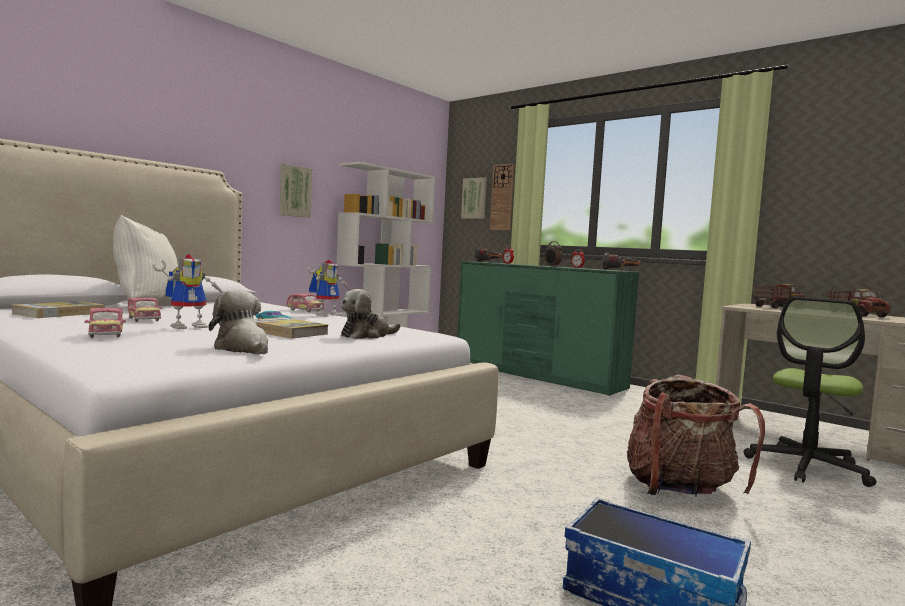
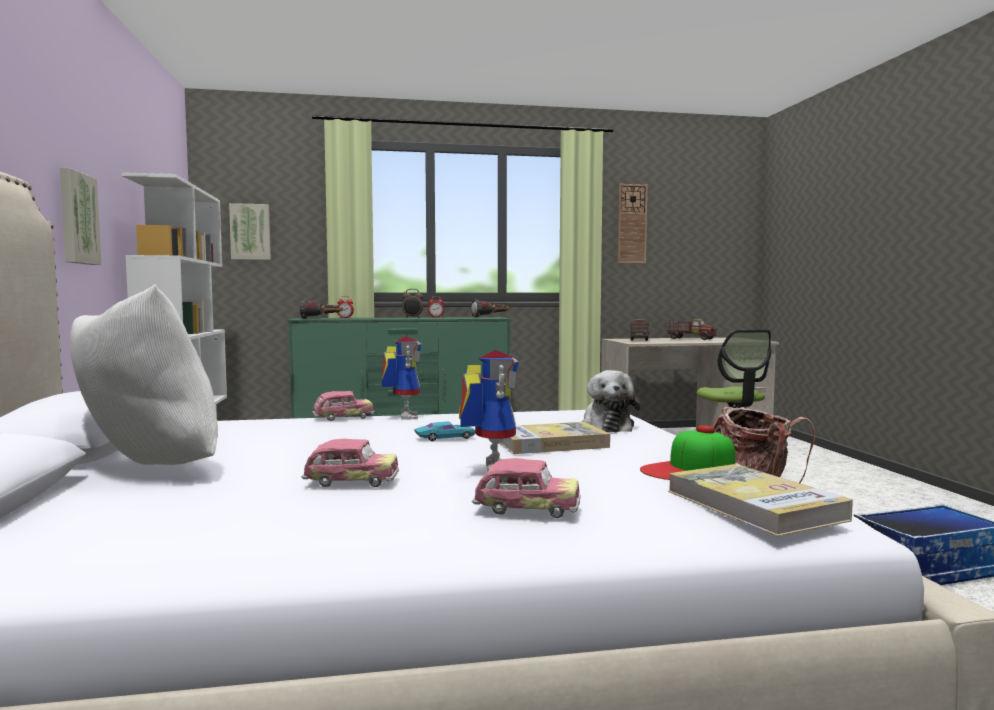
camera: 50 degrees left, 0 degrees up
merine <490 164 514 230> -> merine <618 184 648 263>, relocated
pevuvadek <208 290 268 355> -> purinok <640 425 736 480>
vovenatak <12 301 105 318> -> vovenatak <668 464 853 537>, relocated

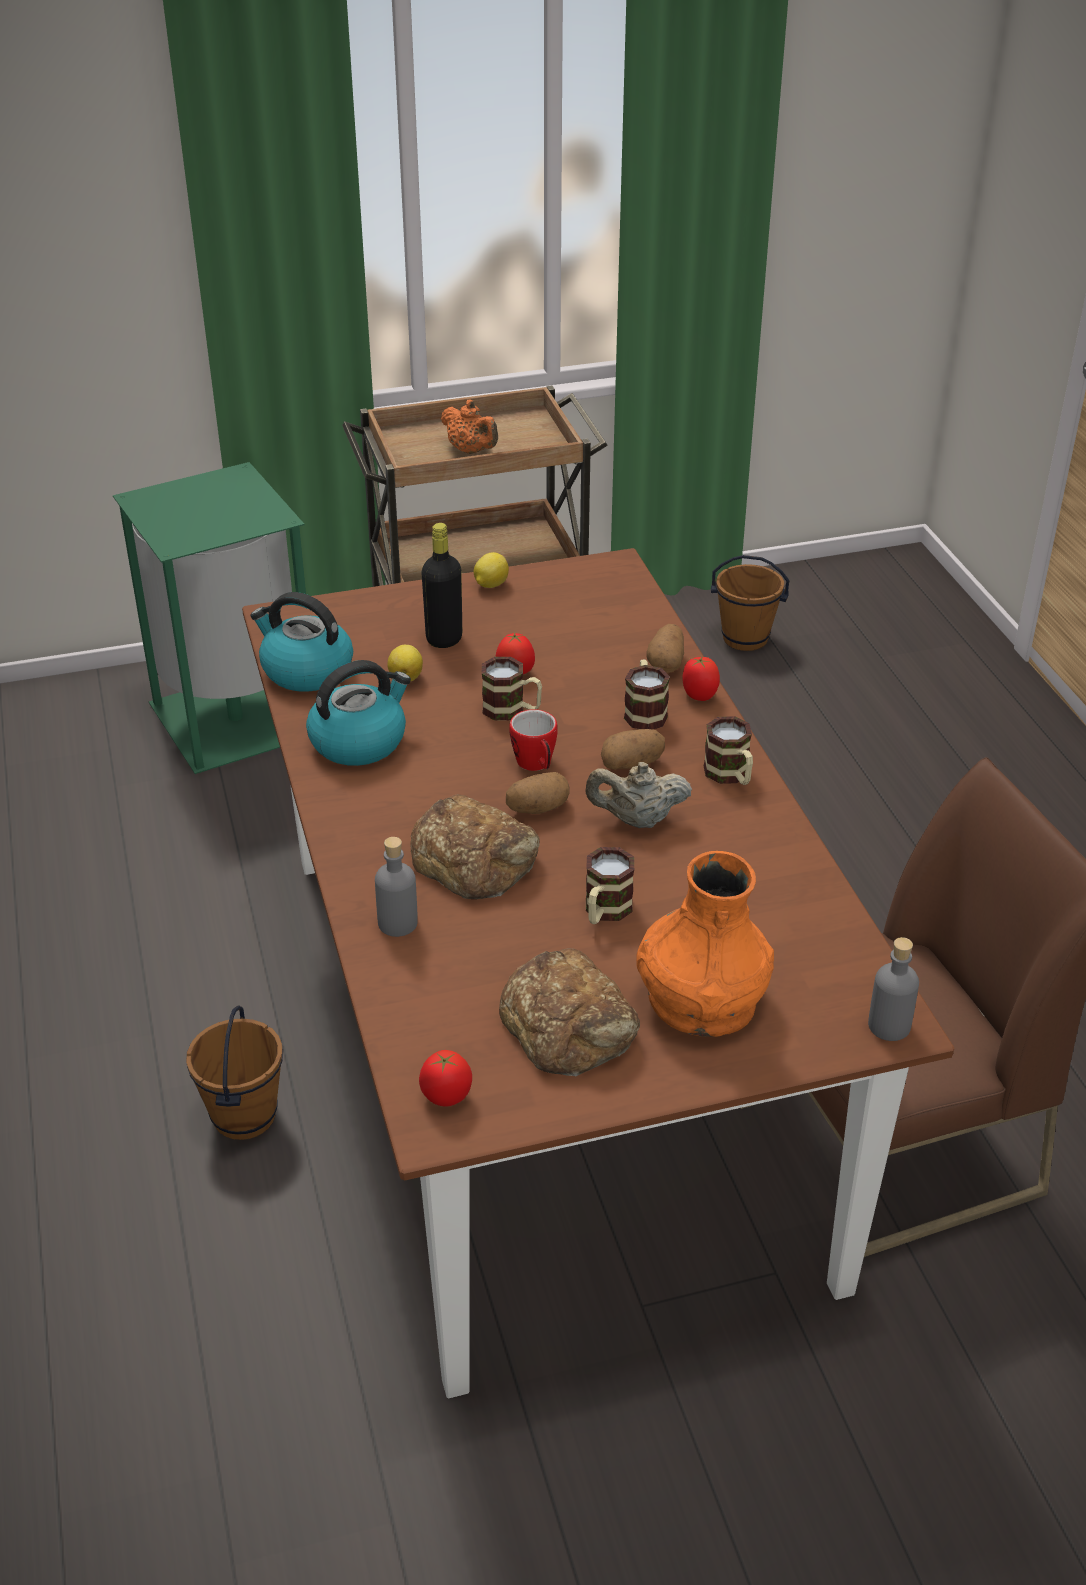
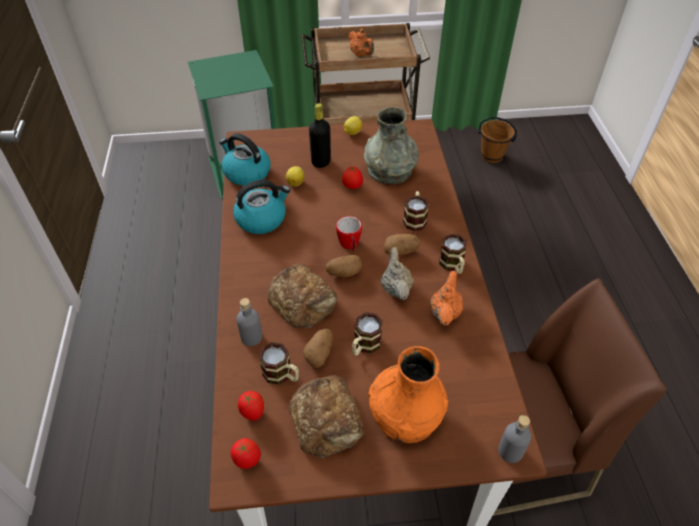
camera: 10 degrees right, 10 degrees up
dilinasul <647 624 684 673> -> dilinasul <303 329 333 368>, relocated
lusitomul <482 657 542 721> -> lusitomul <259 342 299 385>, relocated
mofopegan <682 657 720 701> -> mofopegan <238 391 264 421>, relocated
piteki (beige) <585 762 692 828> -> piteki (beige) <381 247 414 300>, 75 degrees clockwise
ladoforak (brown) <186 1005 283 1140> -> none
none -> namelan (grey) <364 107 419 184>
none -> piteki (orange) <430 271 463 325>

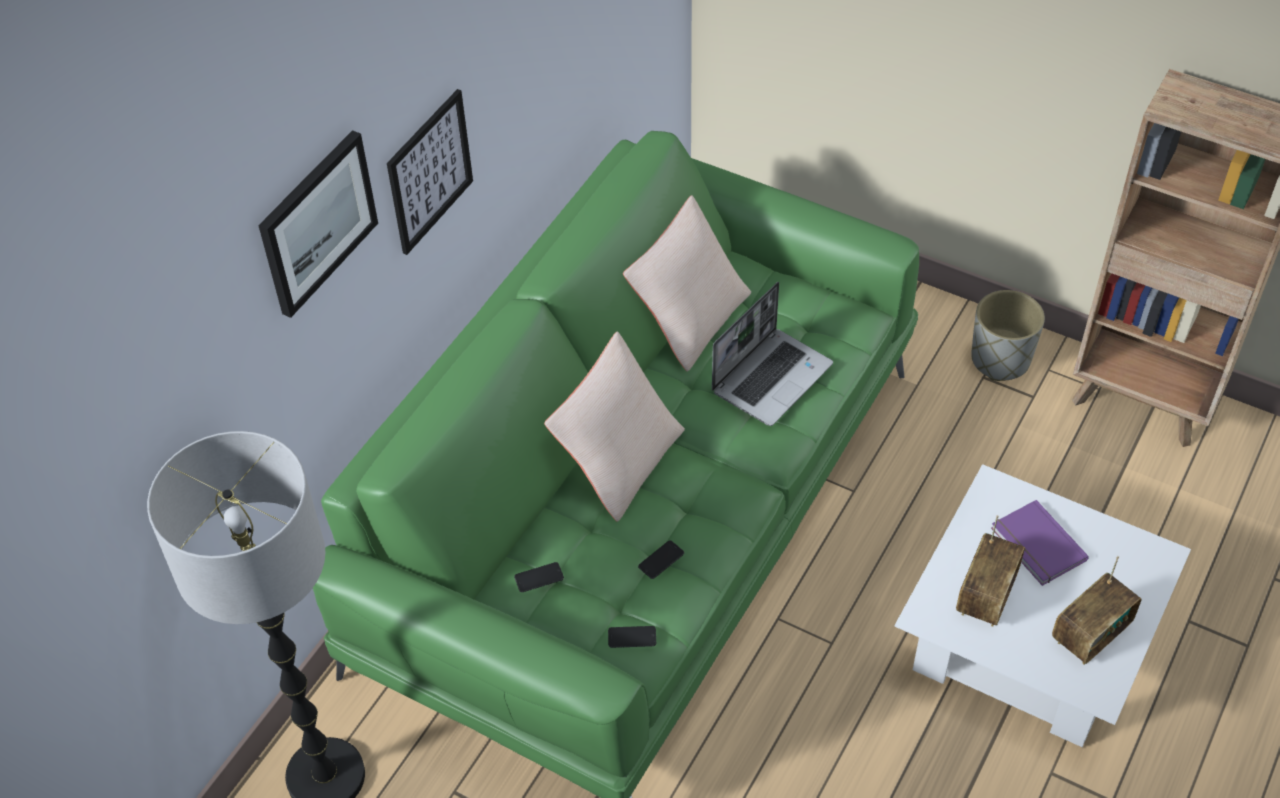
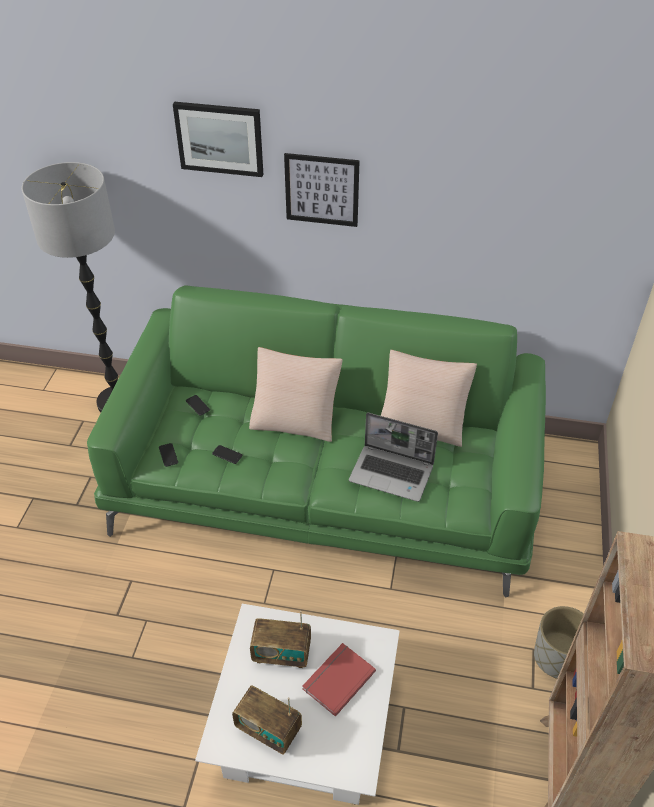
camera: 70 degrees right, 5 degrees down
vovenatak (purple) <991 500 1089 586> -> vovenatak (red) <302 643 376 717>

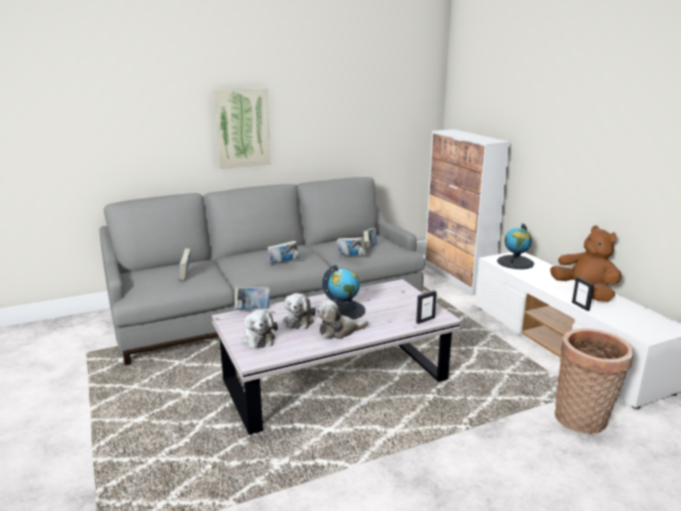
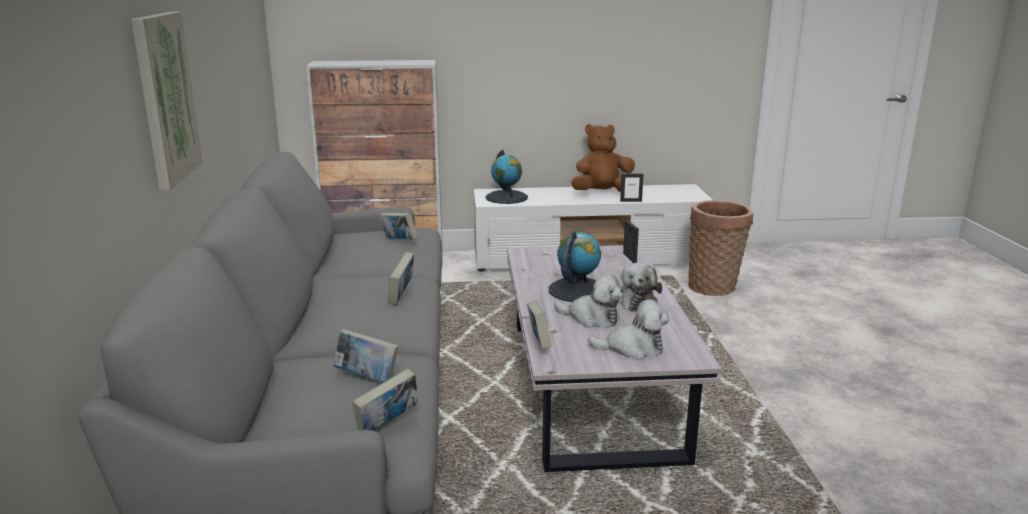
camera: 70 degrees left, 0 degrees up
vovenatak <337 237 366 256> -> vovenatak <352 369 418 431>, relocated

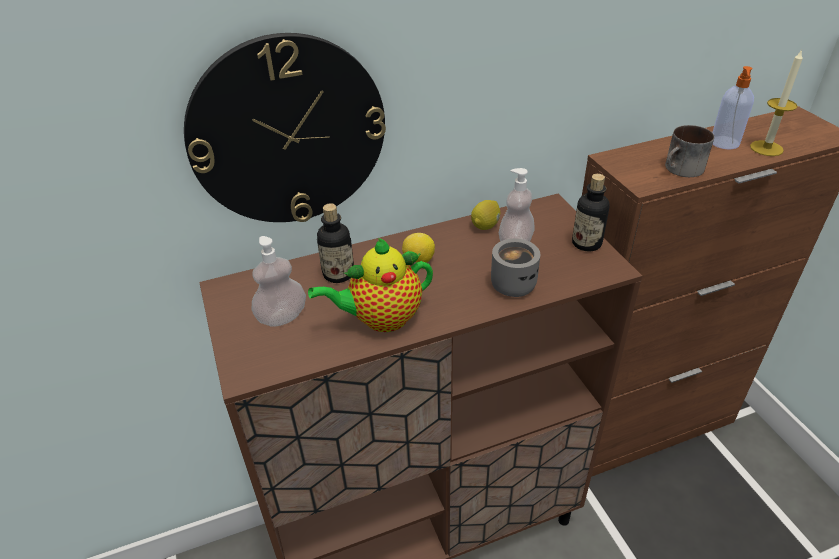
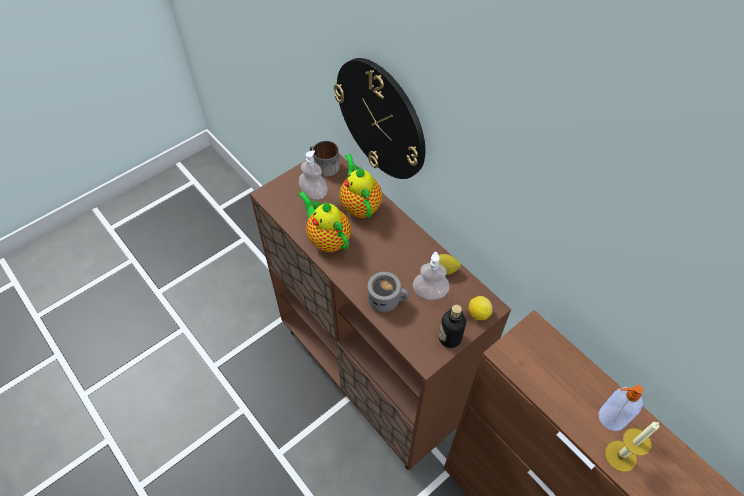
camera: 70 degrees right, 15 degrees up
lusitomul <665 125 714 177> -> lusitomul <310 141 340 177>, relocated
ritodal <317 203 354 283> -> piteki <339 154 382 218>
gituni <402 233 435 263> -> gituni <468 296 492 320>, relocated

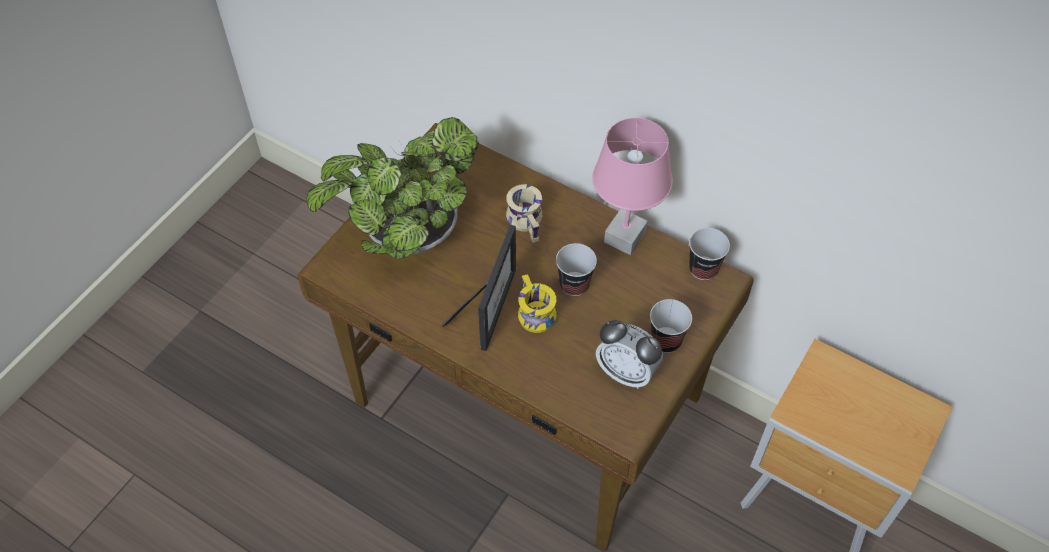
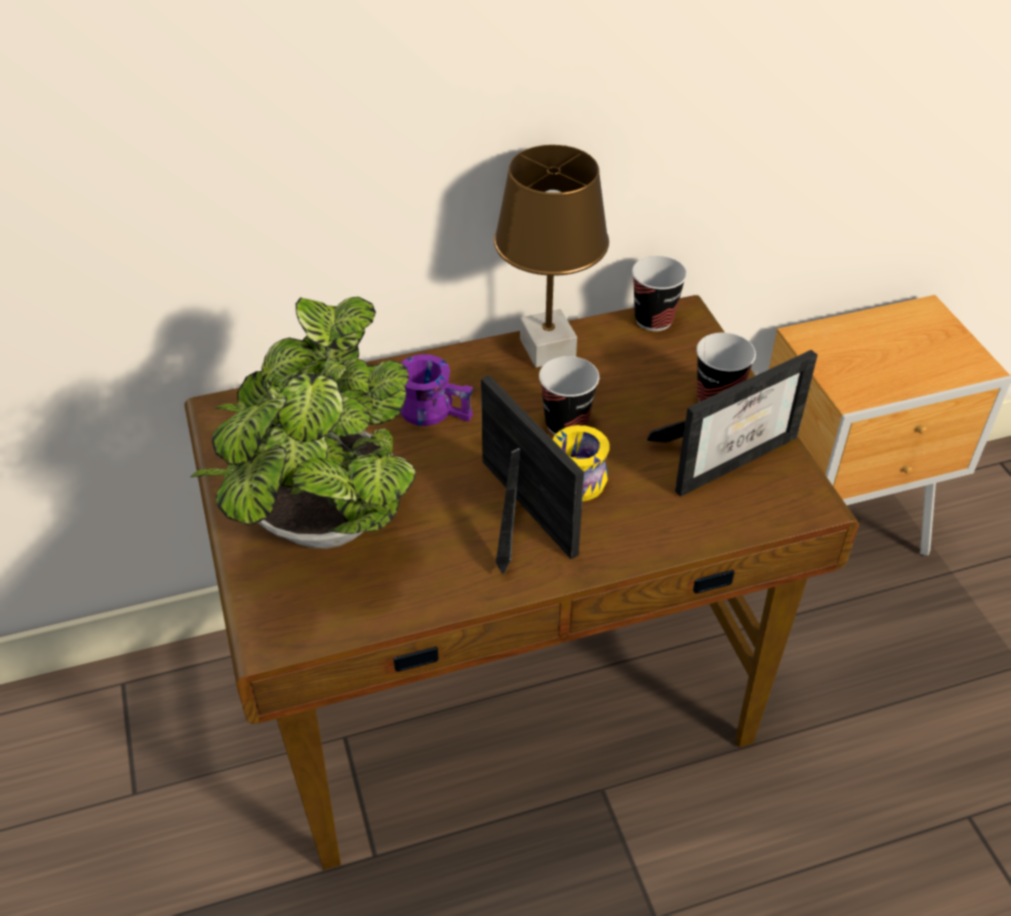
camera: 50 degrees left, 10 degrees down
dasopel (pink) <592 118 673 255> -> dasopel (brown) <494 145 609 368>
lusitomul (beige) <506 184 542 243> -> lusitomul (purple) <400 354 473 426>
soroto <596 320 663 389> -> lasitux <647 350 818 497>

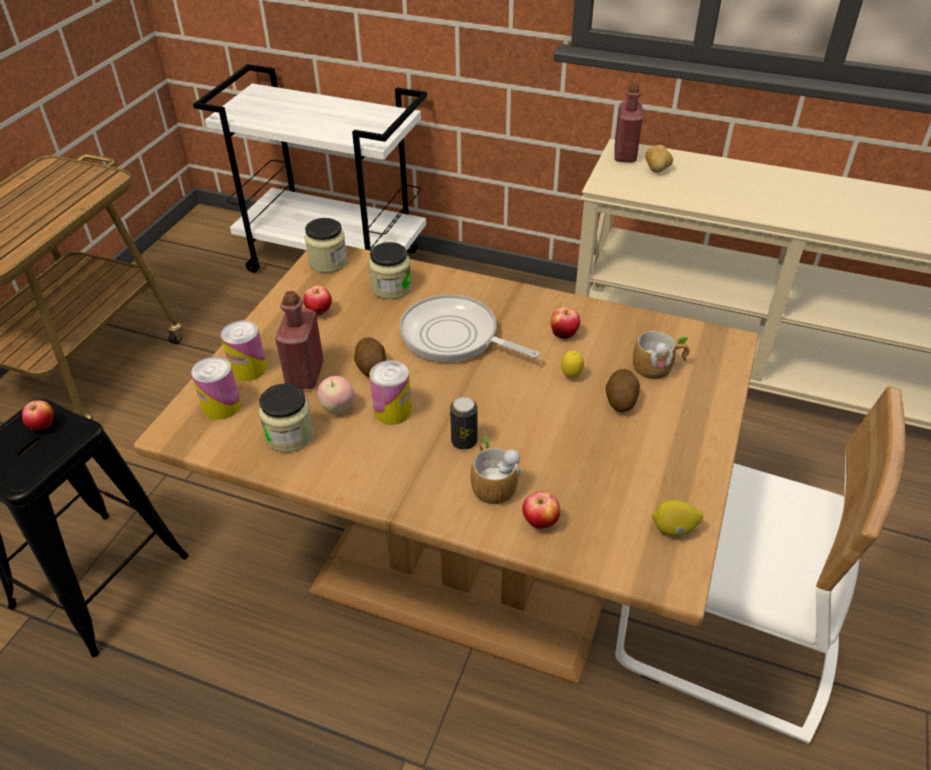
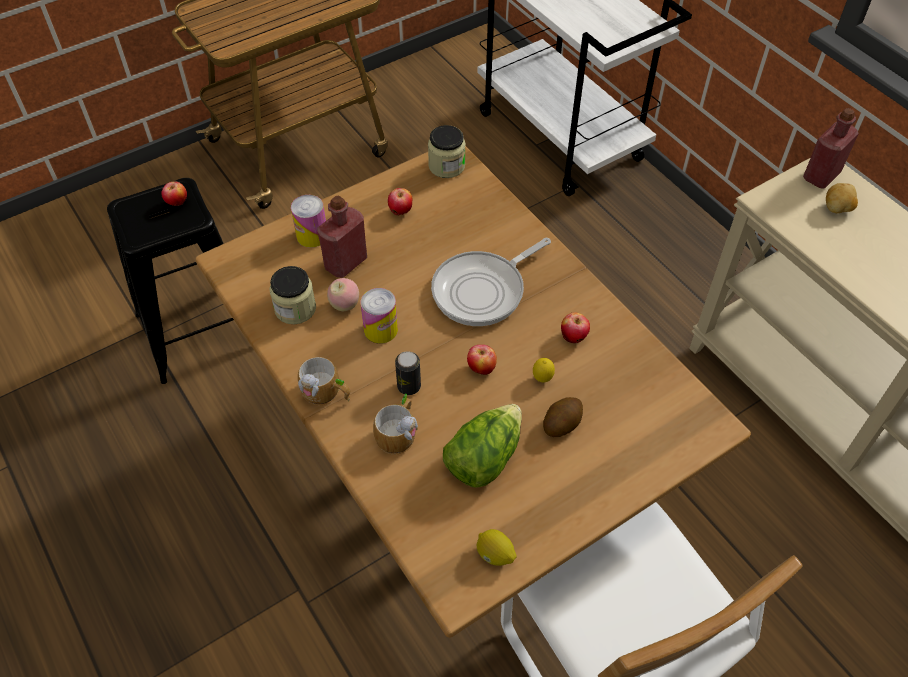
camera: 35 degrees right, 10 degrees up
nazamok <369 242 412 299> -> none
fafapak <400 294 540 362> -> fafapak <431 238 551 326>, 105 degrees counterclockwise
lusitomul <633 331 690 380> -> lusitomul <298 357 350 405>, relocated
dilinasul <354 338 386 377> -> none
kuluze <191 356 241 420> -> none
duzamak <522 491 560 529> -> duzamak <467 345 497 375>, relocated
none -> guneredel <443 404 522 488>

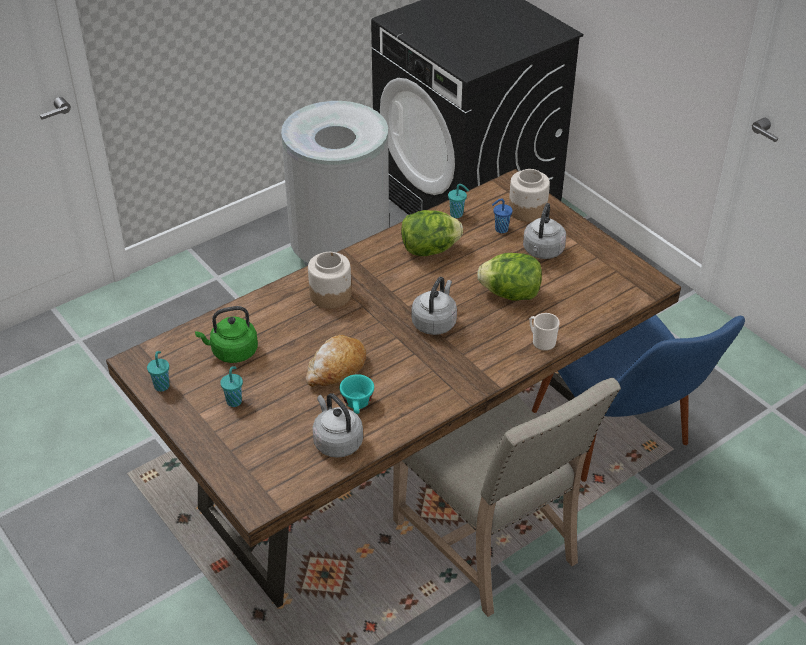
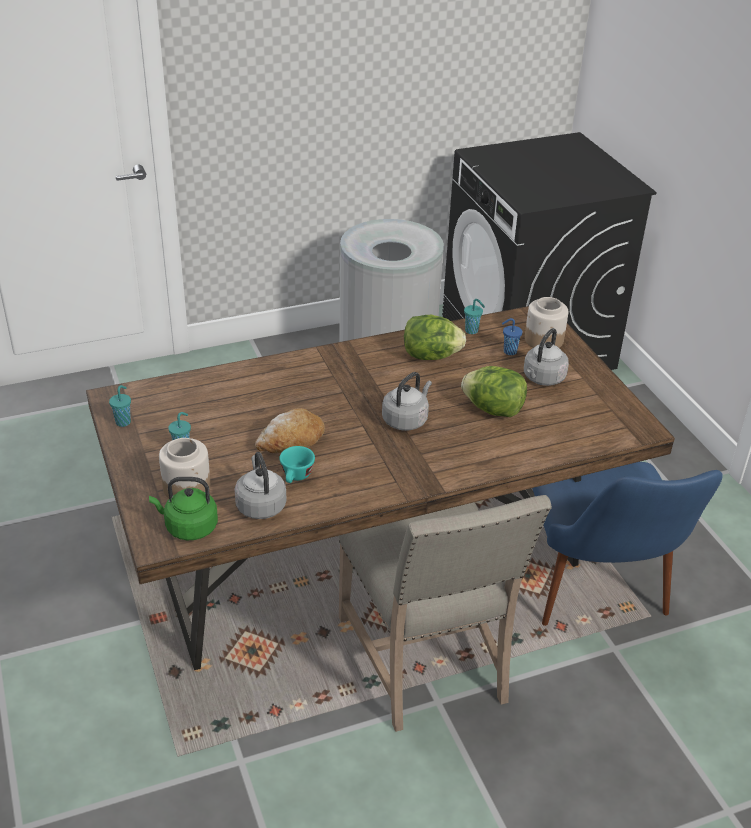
camera: 15 degrees right, 5 degrees down
nazamok <308 252 351 309> -> nazamok <159 438 211 498>, relocated
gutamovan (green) <195 306 258 363> -> gutamovan (green) <149 477 218 540>, relocated
lusitomul <529 313 560 351> -> none

